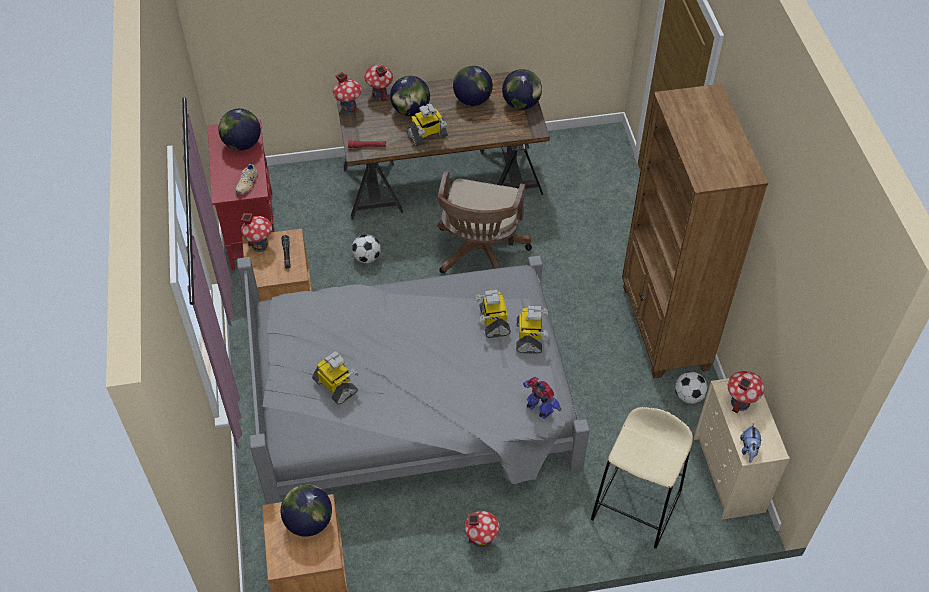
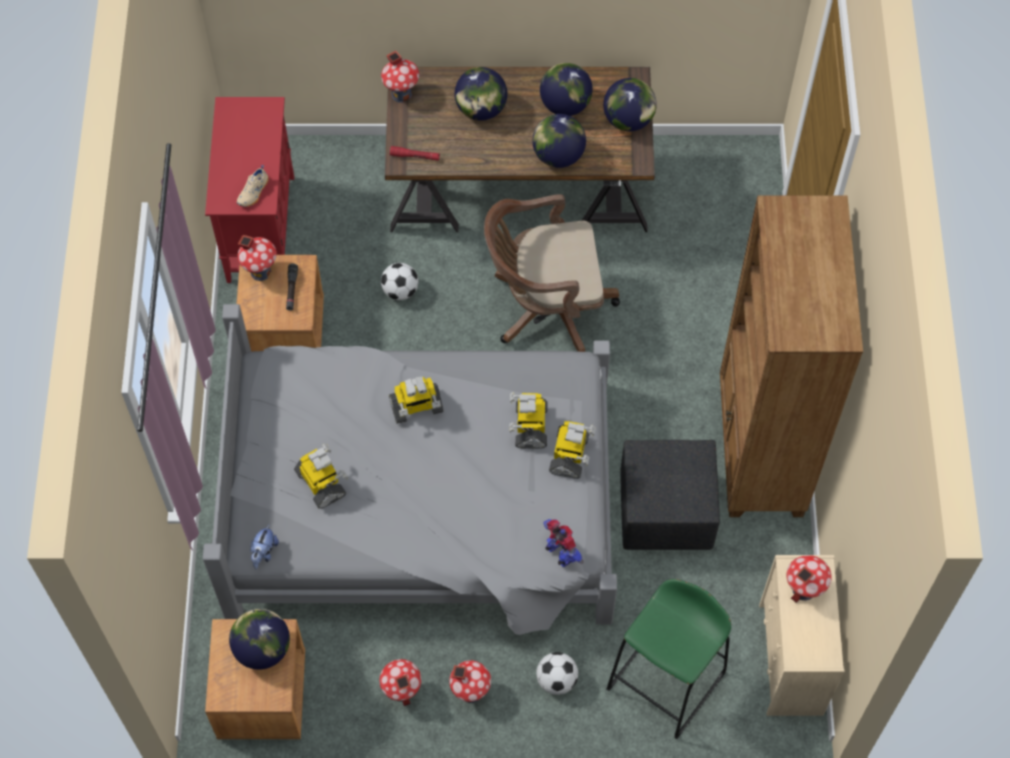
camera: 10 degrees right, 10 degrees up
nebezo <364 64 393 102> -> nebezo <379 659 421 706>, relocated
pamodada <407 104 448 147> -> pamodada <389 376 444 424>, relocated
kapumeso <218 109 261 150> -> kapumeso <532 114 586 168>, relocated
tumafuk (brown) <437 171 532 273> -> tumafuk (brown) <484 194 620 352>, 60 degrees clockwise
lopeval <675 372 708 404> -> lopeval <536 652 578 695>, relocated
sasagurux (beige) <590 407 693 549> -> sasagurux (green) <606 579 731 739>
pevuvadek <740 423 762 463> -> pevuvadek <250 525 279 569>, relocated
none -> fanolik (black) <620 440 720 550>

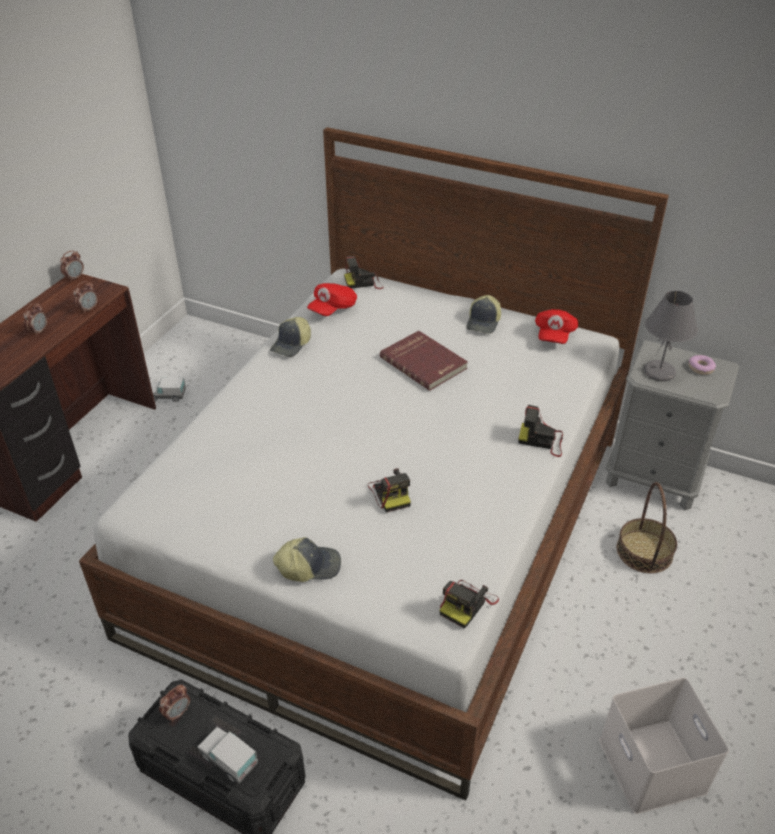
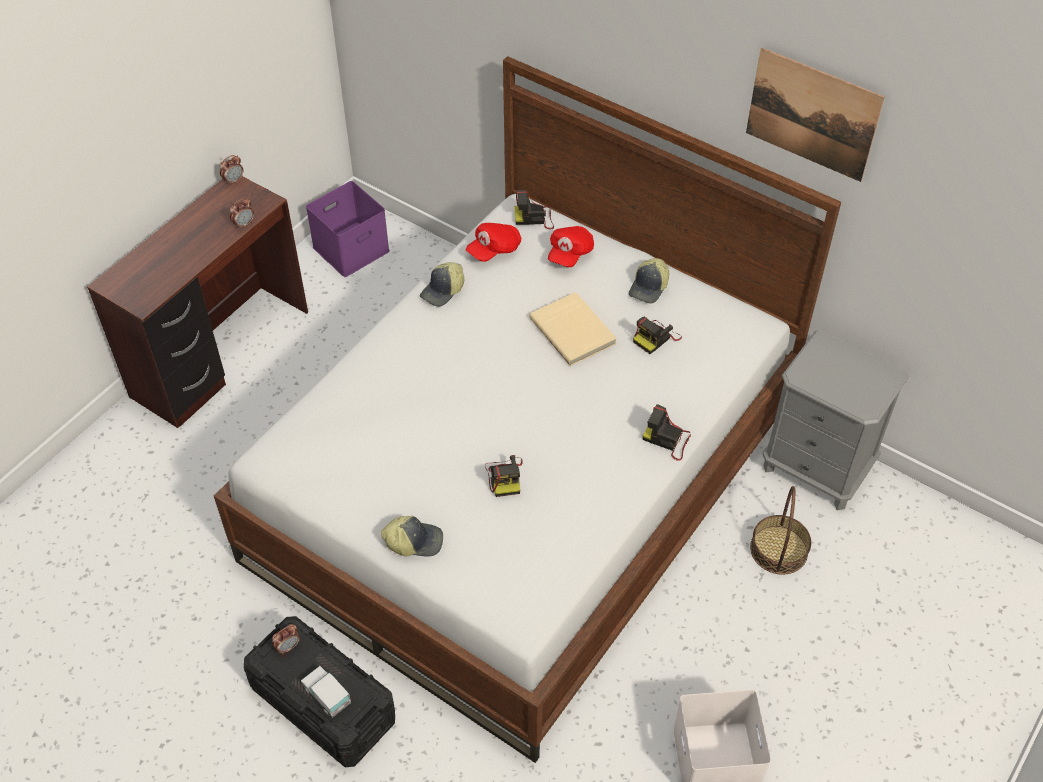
camera: 10 degrees right, 10 degrees up
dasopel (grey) <644 291 698 381> -> none
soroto <23 302 47 337> -> none
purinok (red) <535 309 578 344> -> purinok (red) <548 226 594 267>, relocated
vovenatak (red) <380 331 468 391> -> vovenatak (beige) <529 292 617 366>
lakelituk <689 355 716 375> -> none
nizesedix <151 377 186 402> -> none
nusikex <439 580 499 629> -> nusikex <633 317 682 354>, relocated
none -> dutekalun <746 48 885 182>
none -> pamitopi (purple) <306 181 390 277>

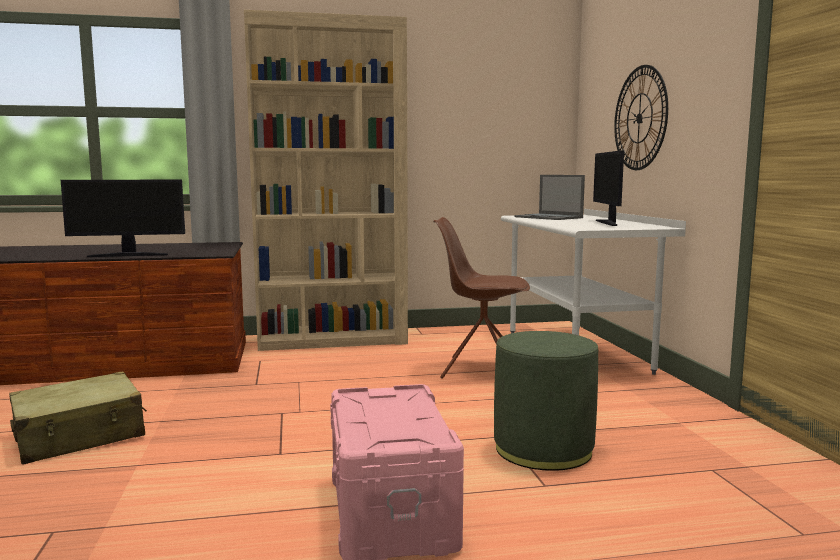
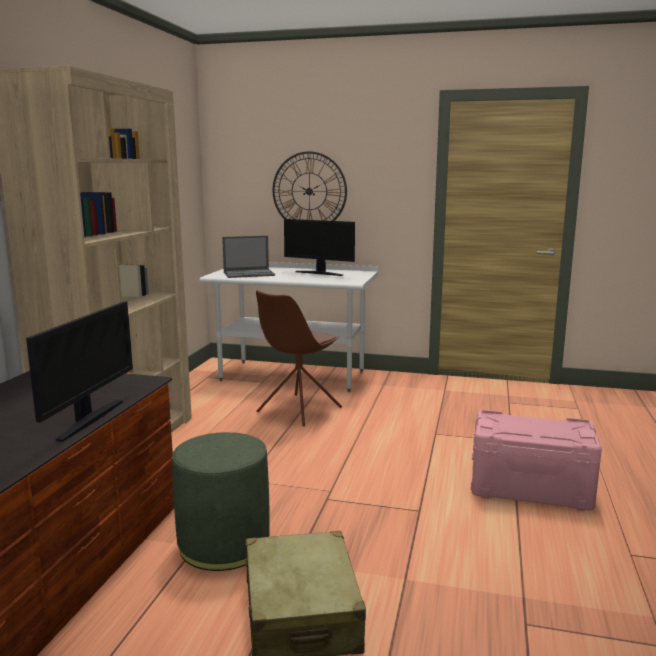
camera: 65 degrees left, 5 degrees up
fanolik (green) <494 331 598 471> -> fanolik (green) <172 432 270 571>, relocated

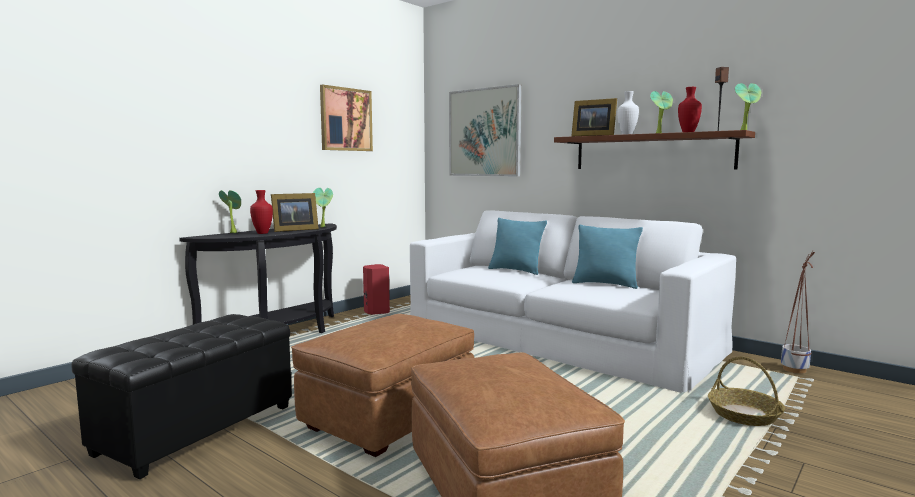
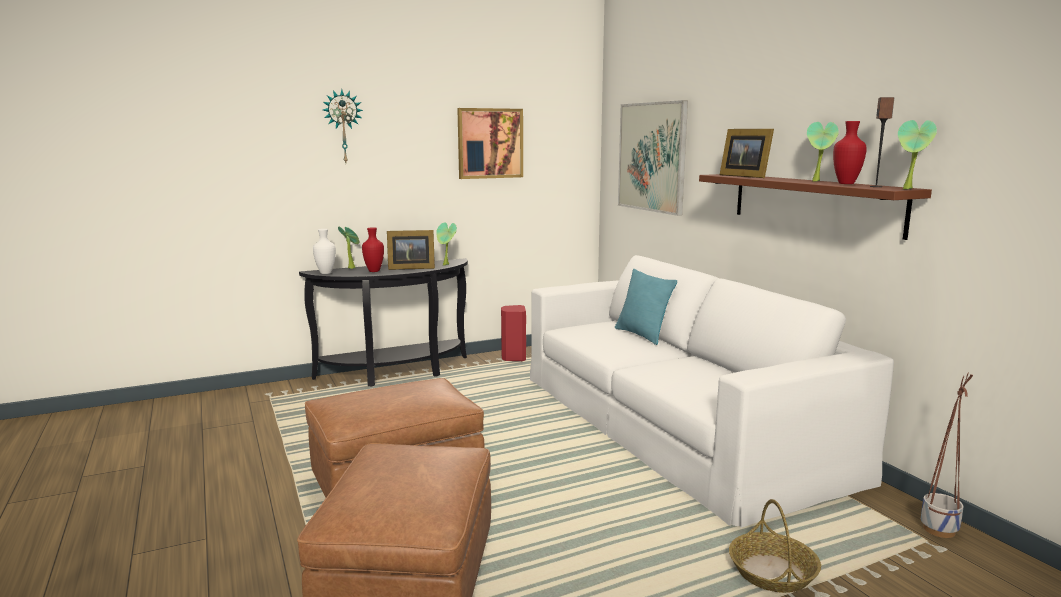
camera: 25 degrees right, 5 degrees up
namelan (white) <617 91 639 135> -> namelan (white) <313 229 336 274>, relocated
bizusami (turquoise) <572 225 643 289> -> none
fanolik (black) <72 314 292 479> -> none
none -> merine <323 89 363 163>

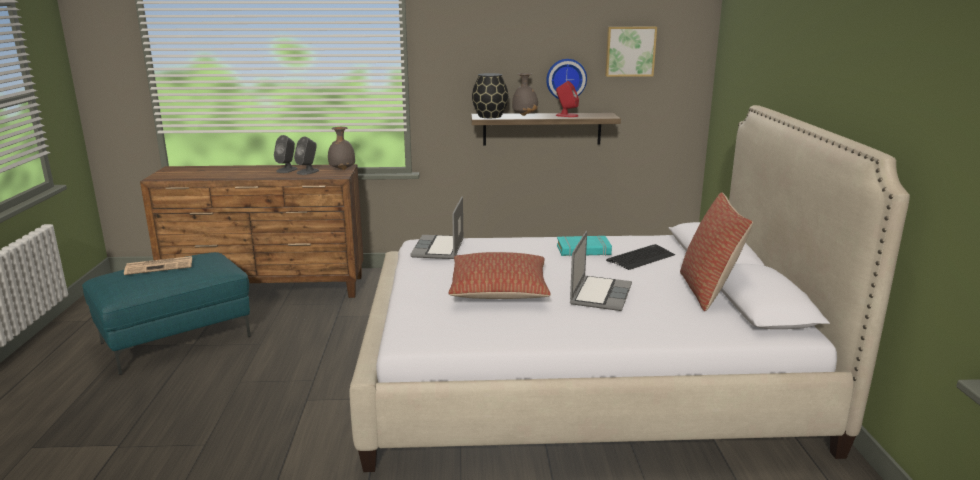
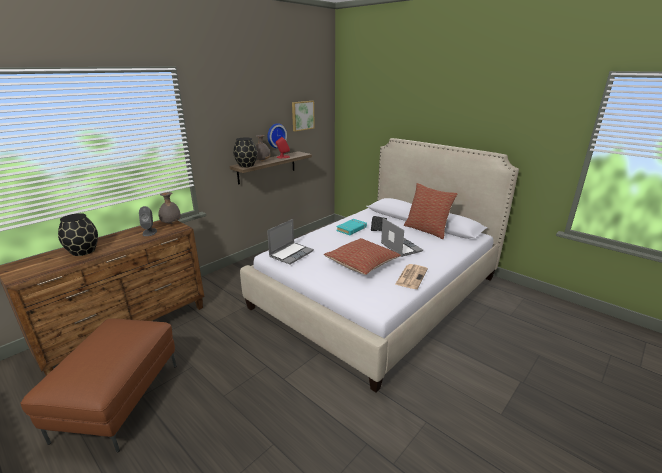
camera: 45 degrees left, 5 degrees up
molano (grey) <274 135 298 173> -> none
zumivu <410 197 464 259> -> zumivu <267 219 314 265>, 105 degrees counterclockwise
fanolik (turquoise) <82 252 251 375> -> fanolik (brown) <20 318 176 452>
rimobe <124 256 192 275> -> rimobe <395 264 428 289>, relocated
none -> namelan (black) <58 213 98 256>

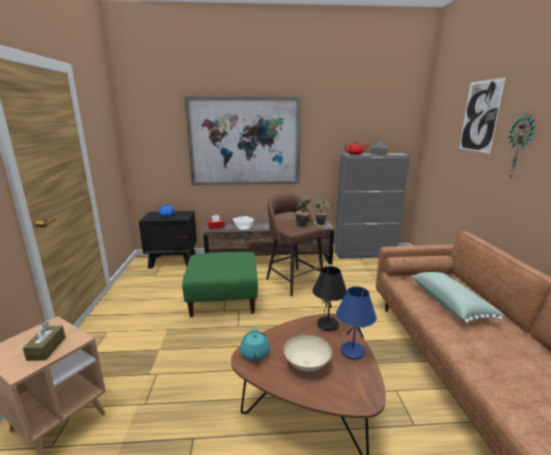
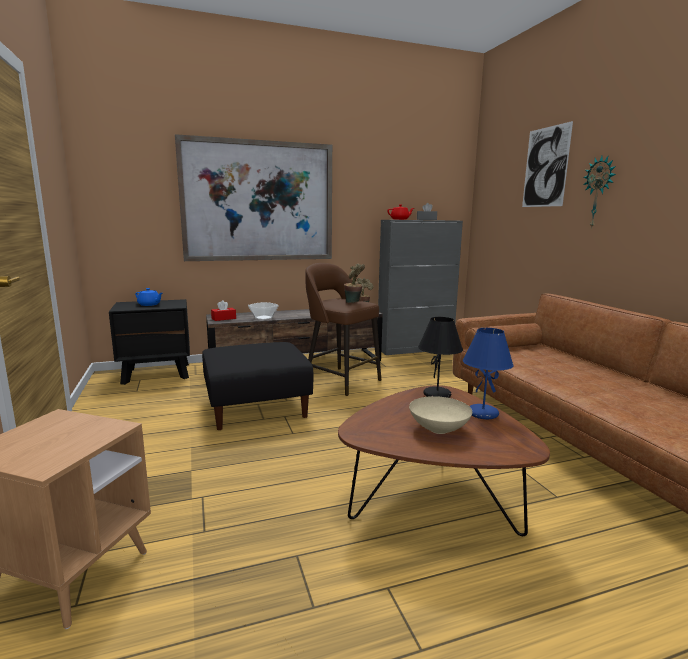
camera: 15 degrees left, 5 degrees down
fanolik (green) <182 252 258 317> -> fanolik (black) <202 342 314 430>
bizusami (green) <412 272 504 323> -> none
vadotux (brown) <23 322 66 361> -> none
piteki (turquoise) <240 327 270 361> -> none

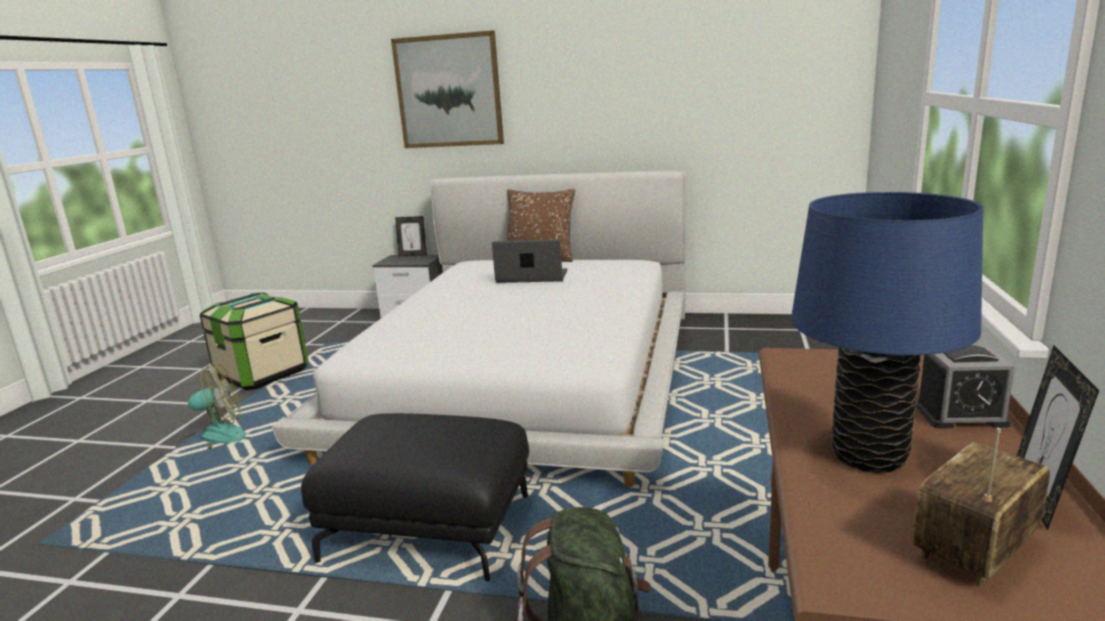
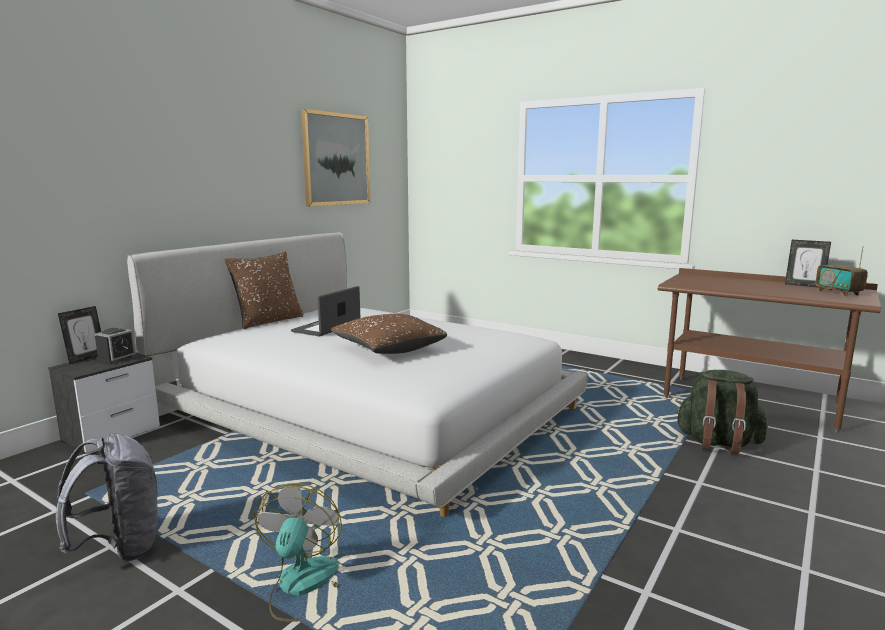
camera: 70 degrees left, 5 degrees down
dutekalun <391 30 504 148> -> dutekalun <301 109 370 206>, relocated
dasopel (blue) <791 192 983 473> -> none
pamitopi <200 292 308 390> -> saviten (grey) <56 433 160 562>
soroto <915 345 1015 429> -> soroto <95 328 138 364>, relocated
fanolik (black) <301 413 529 582> -> none
none -> bizusami (brown) <331 314 447 354>

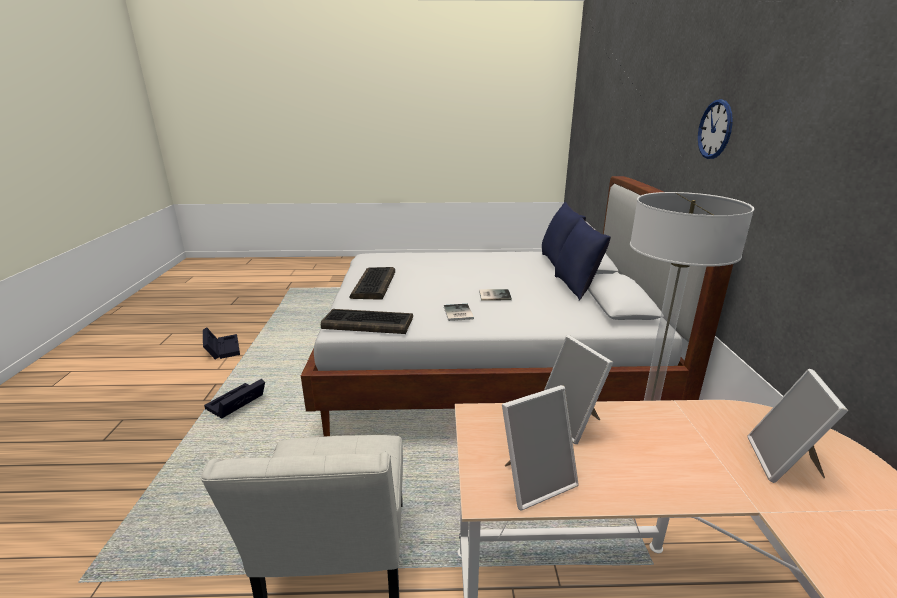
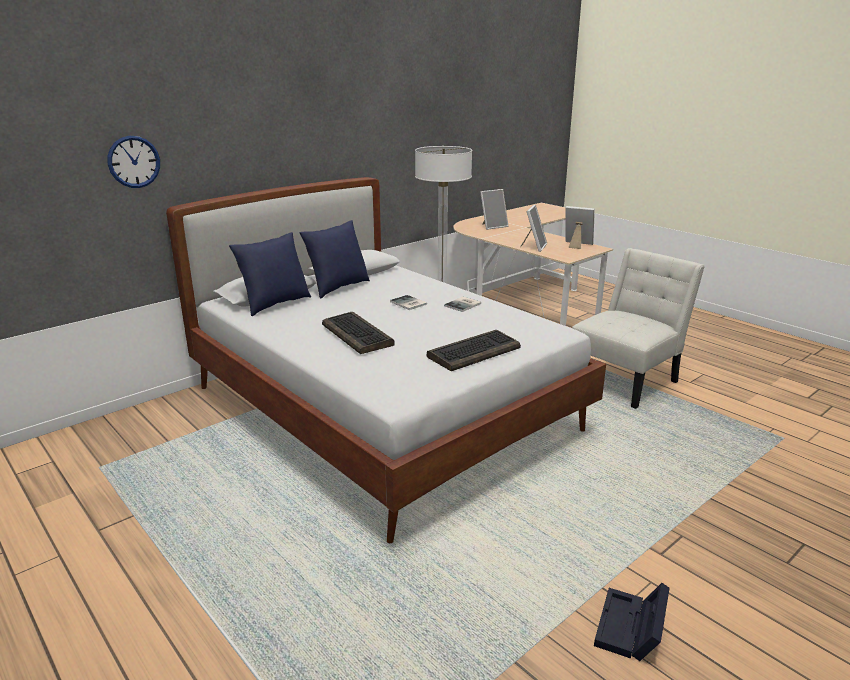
camera: 130 degrees left, 0 degrees up
merine <698 99 733 159> -> merine <107 136 160 188>, relocated
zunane <321 309 413 334> -> zunane <322 312 395 354>, relocated
pamitopi (black) <204 379 265 419> -> none

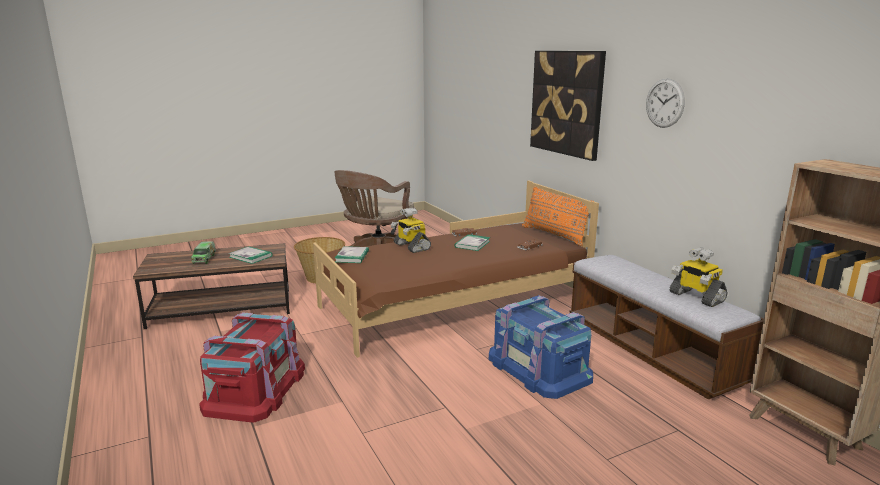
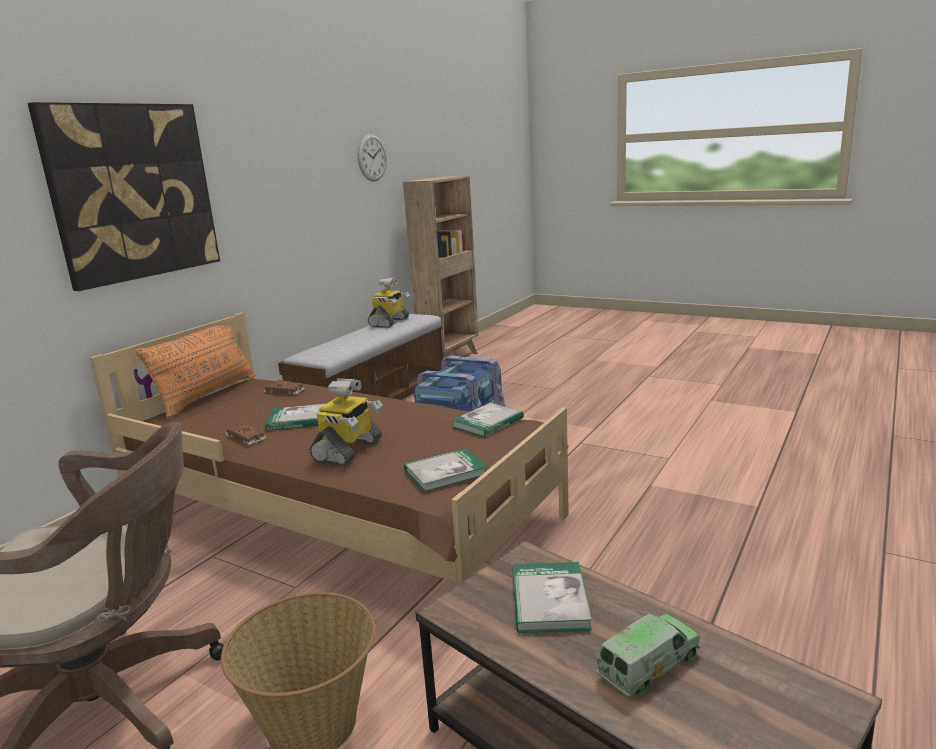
camera: 120 degrees left, 0 degrees up
merine <646 78 685 128> -> merine <357 134 387 182>, relocated
pamitopi (red) <199 312 305 423> -> none
none -> vovenatak <451 402 524 437>

